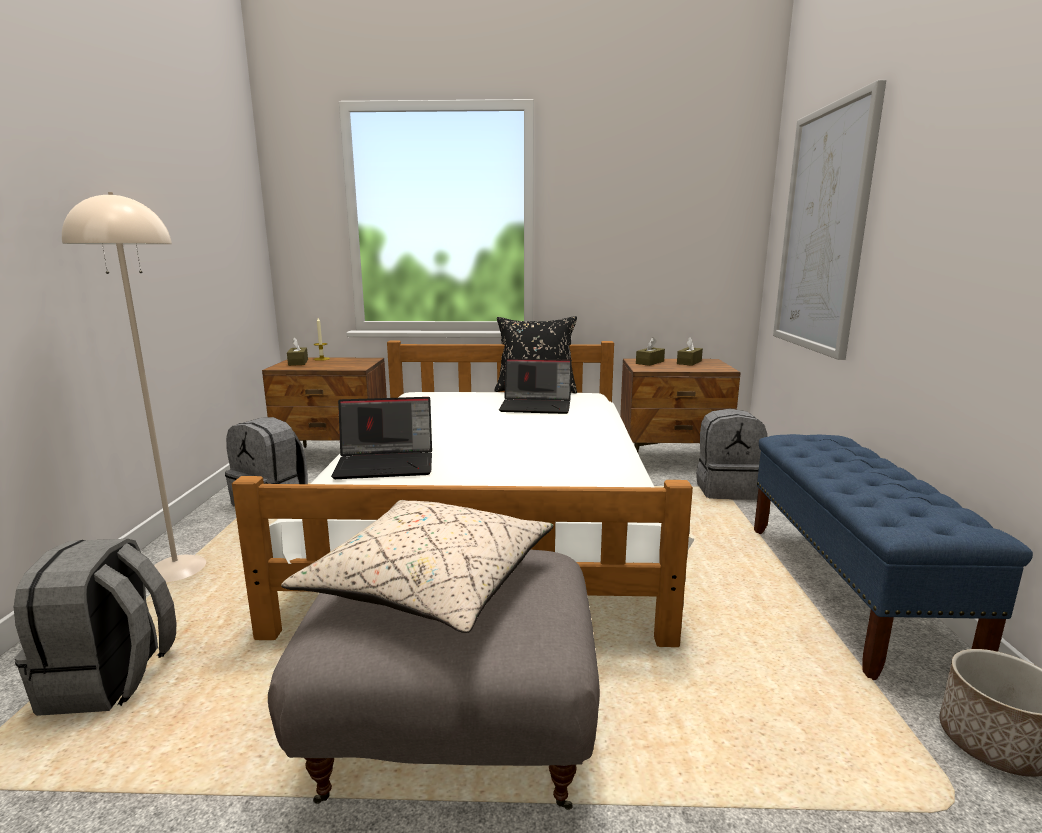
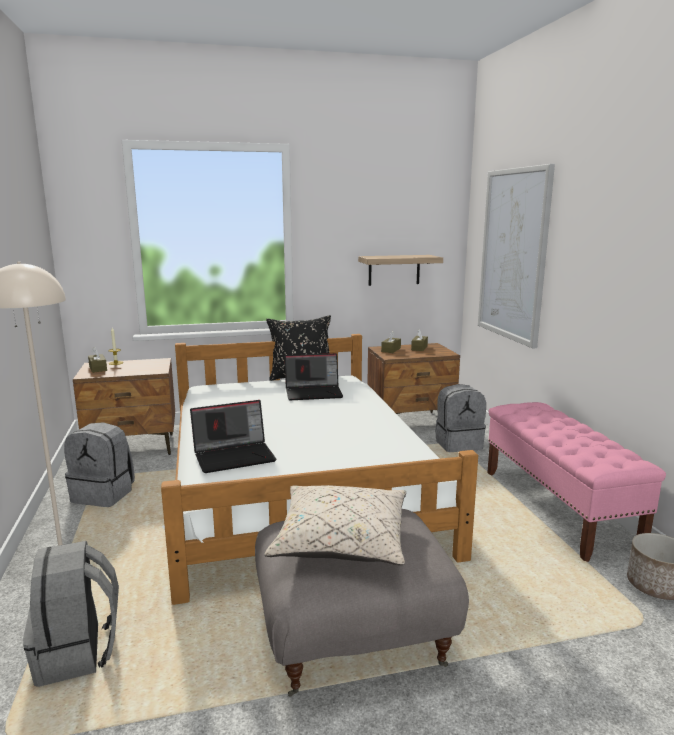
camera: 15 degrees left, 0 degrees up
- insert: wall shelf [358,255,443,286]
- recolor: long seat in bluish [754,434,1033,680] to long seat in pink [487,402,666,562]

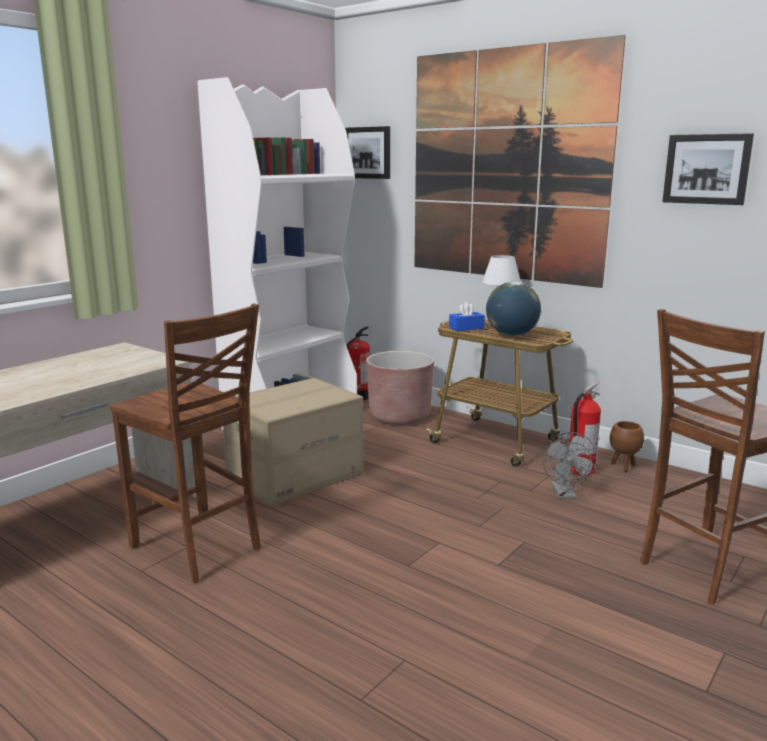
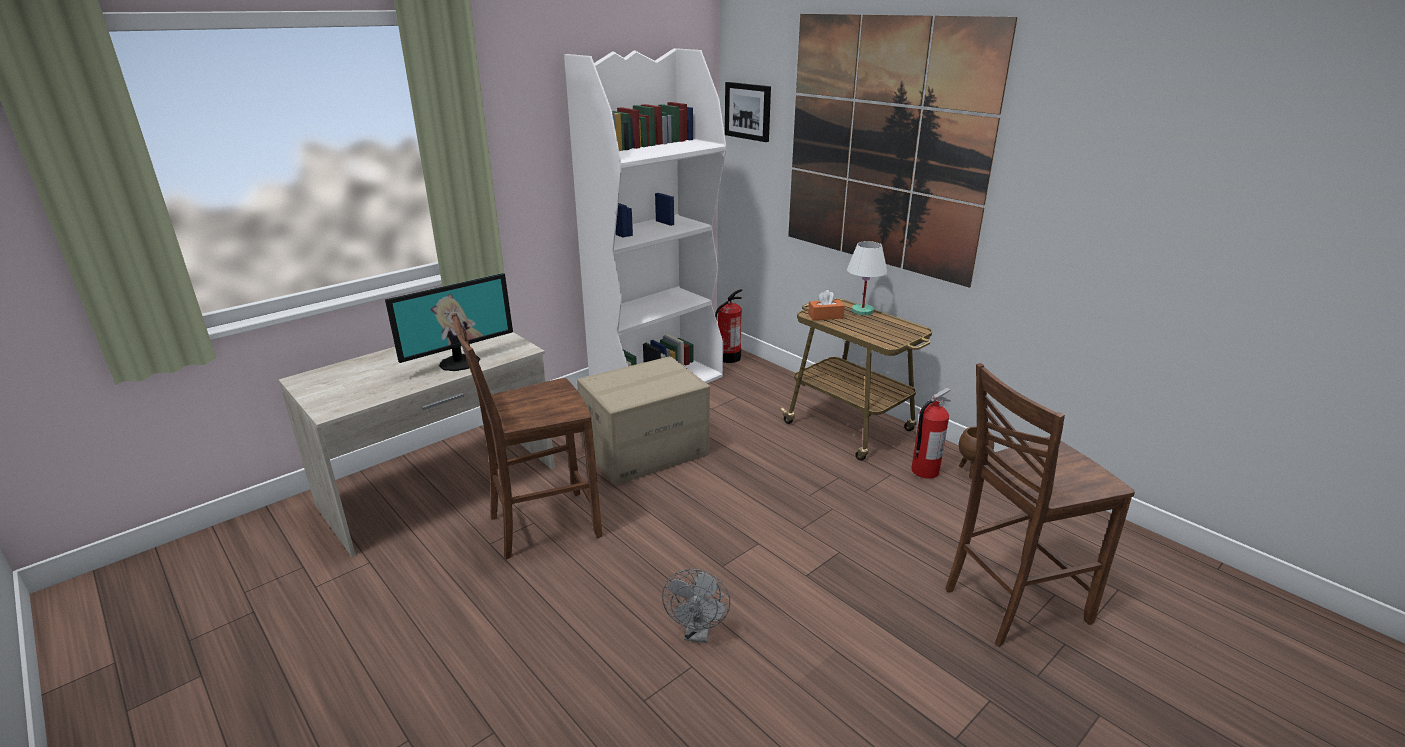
camera: 10 degrees right, 10 degrees up
- delete: planter in brown [366,351,434,425]
- delete: world globe [486,282,541,336]
- delete: picture [663,133,754,205]
- insert: monitor [385,273,513,371]
- move: electric fan in grey [543,432,597,499] to [662,569,730,643]
- recolor: tissue holder in bluish [449,301,485,331] to tissue holder in orangey [808,290,845,320]
- rotate: upright chair in brown [110,304,261,583] = [451,313,602,560] 105 degrees clockwise

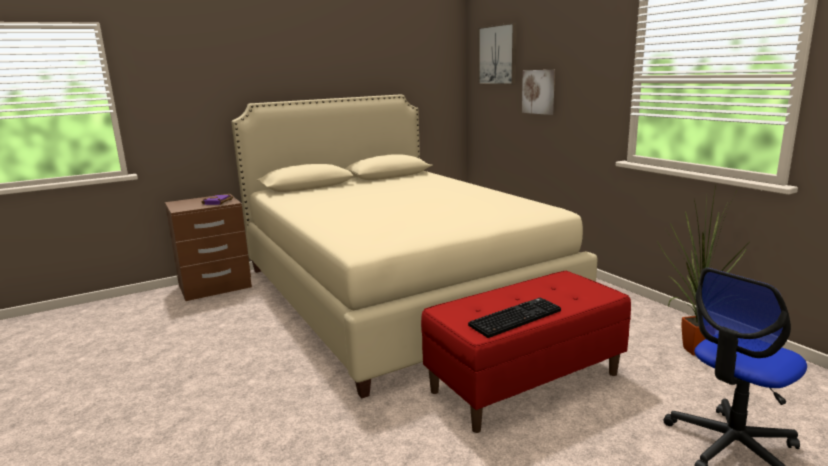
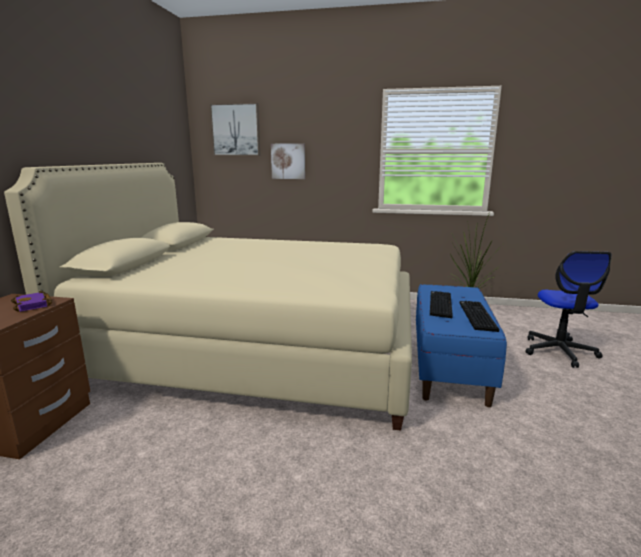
camera: 50 degrees left, 0 degrees up
- insert: keyboard [430,291,453,318]
- recolor: long seat in red [421,271,631,433] to long seat in bluish [416,284,507,407]

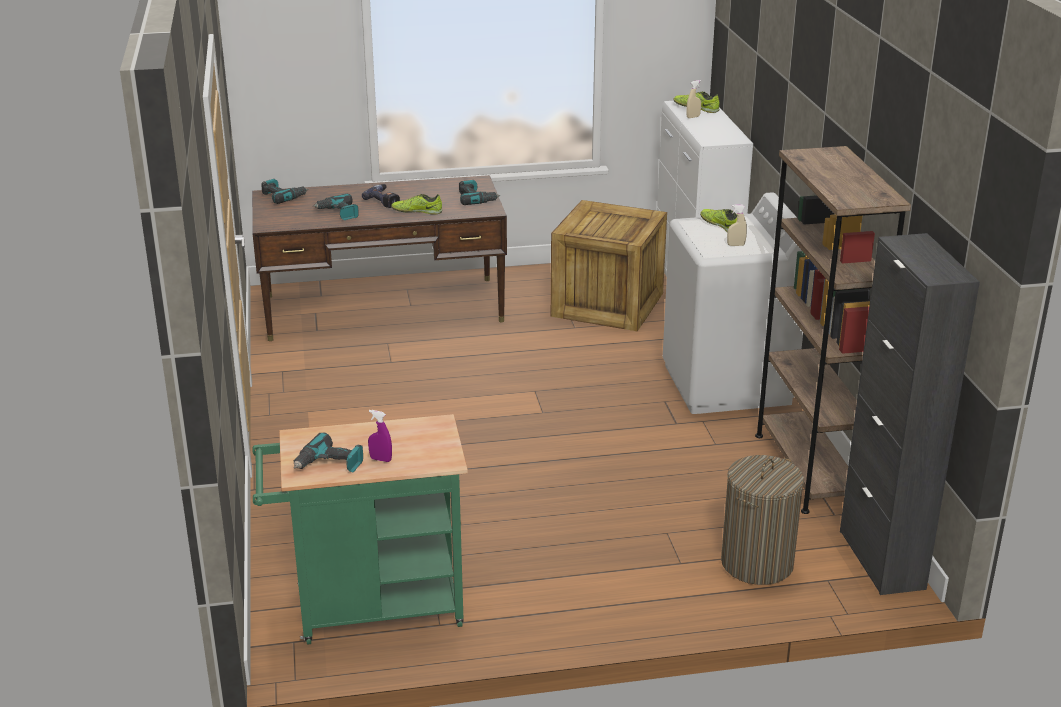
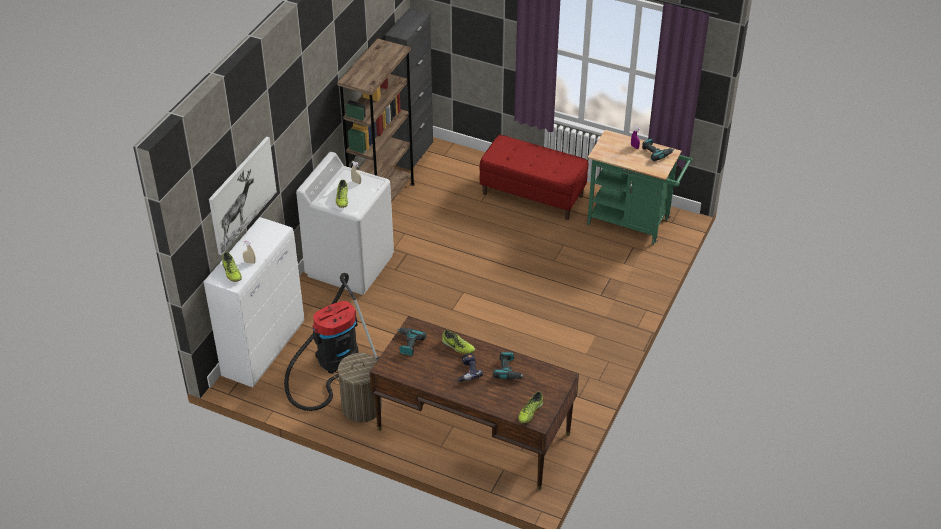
camera: 145 degrees left, 15 degrees up
- insert: picture [209,137,277,255]
- insert: long seat in red [480,135,588,220]
- move: hamper [721,455,804,585] to [333,353,382,423]
- replace: power drill [261,179,309,204] to shoe [518,392,543,424]
- replace: shipping crate [551,200,667,331] to vacuum cleaner [284,273,380,411]

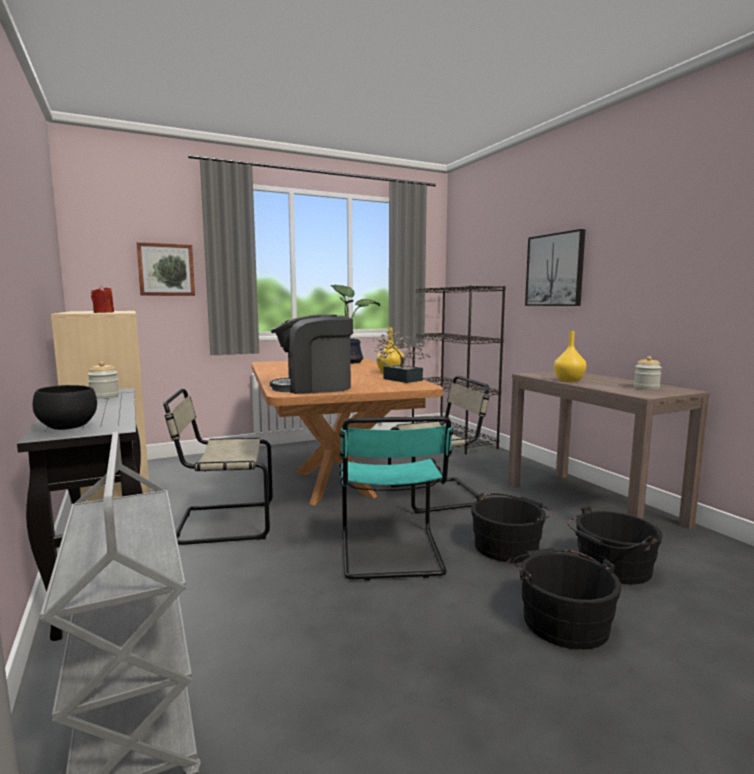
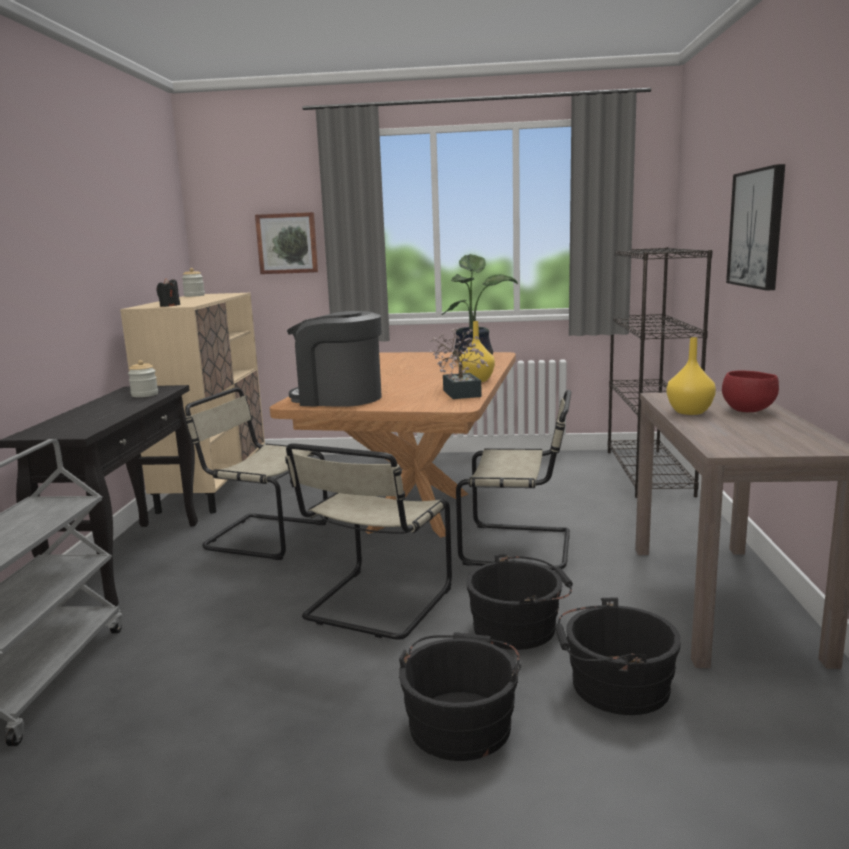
camera: 30 degrees right, 5 degrees up
- delete: serving bowl in blackish [33,385,97,430]
- insert: serving bowl in red [722,370,779,412]
- move: storage jar [634,356,662,390] to [182,268,205,297]
- recolor: wax candle in red [91,285,114,313] to wax candle in blackish [156,278,180,307]
- recolor: upright chair in turquoise [339,416,454,580] to upright chair in beige-coloured [285,443,452,640]

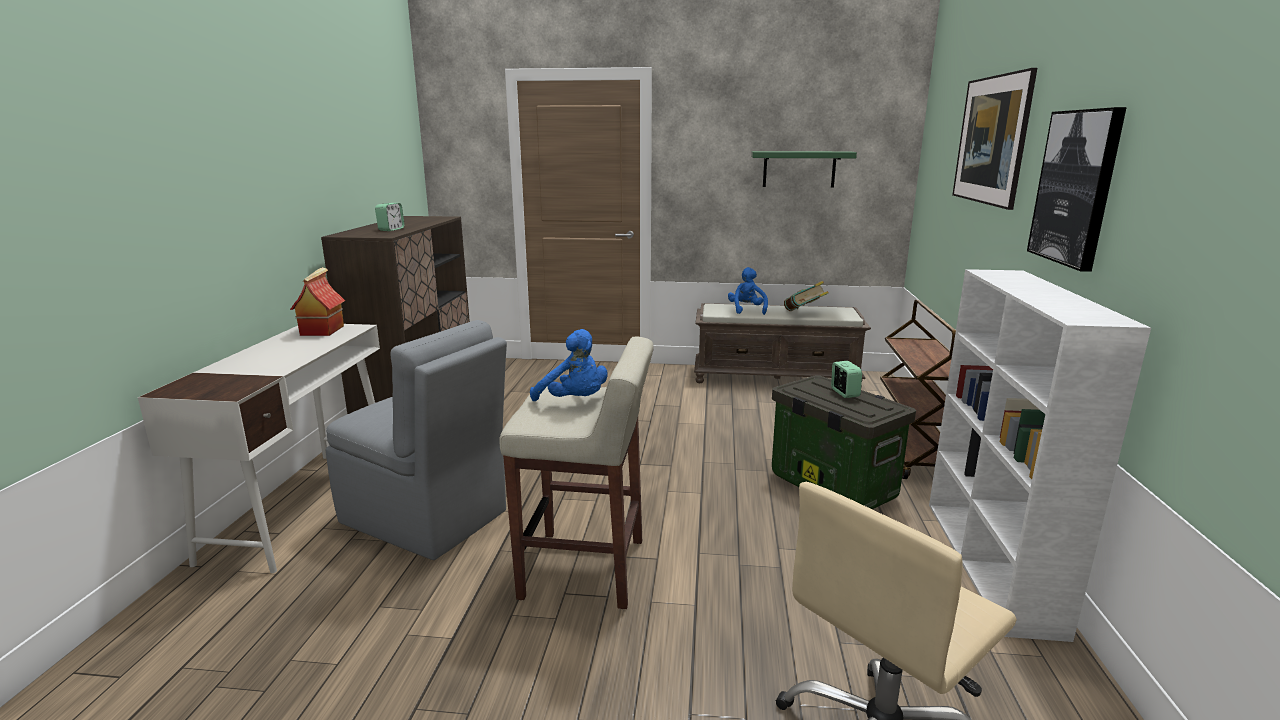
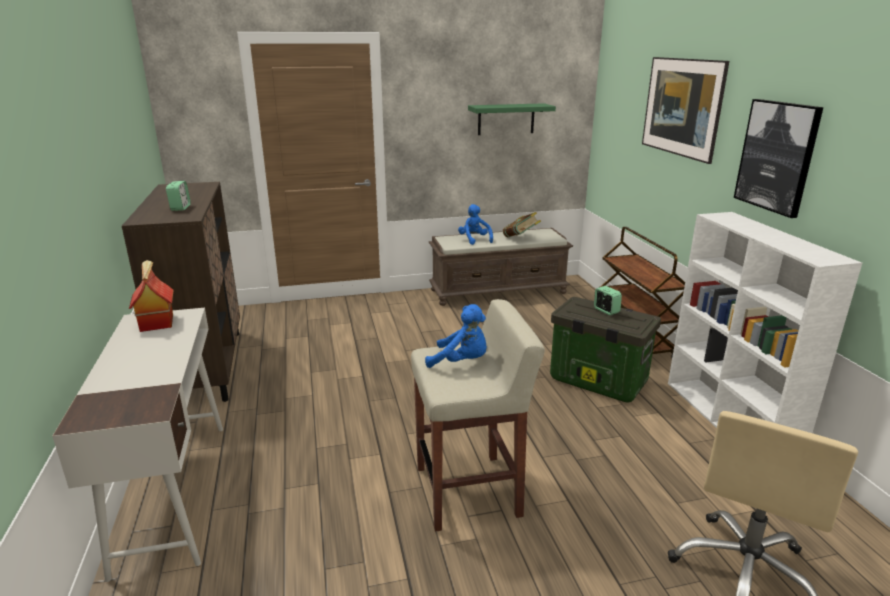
camera: 20 degrees left, 5 degrees up
- delete: upright chair in grey [326,320,507,560]

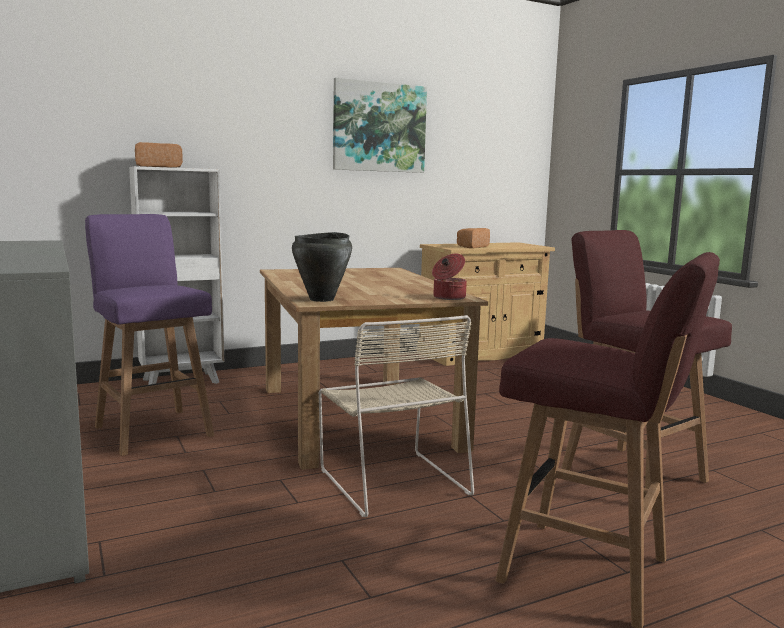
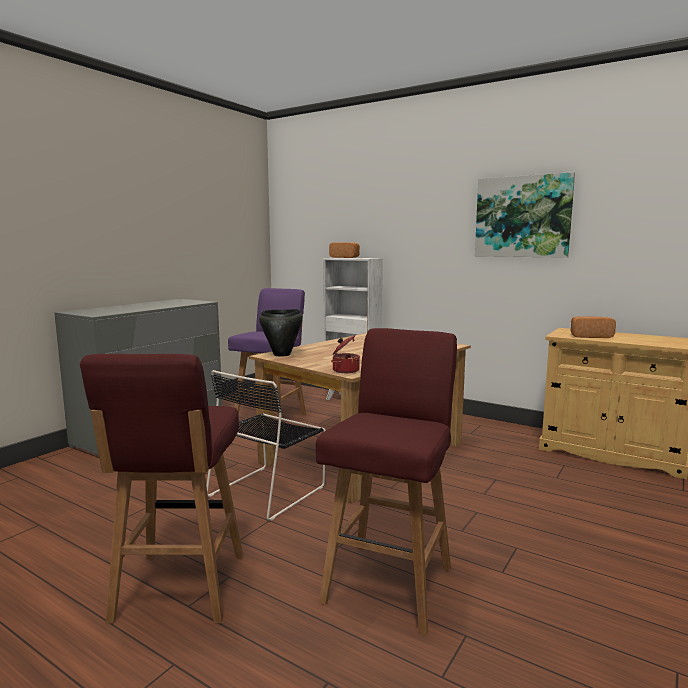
camera: 60 degrees right, 0 degrees up
- recolor: upright chair in beige-coloured [319,315,474,517] to upright chair in blackish [206,370,326,521]

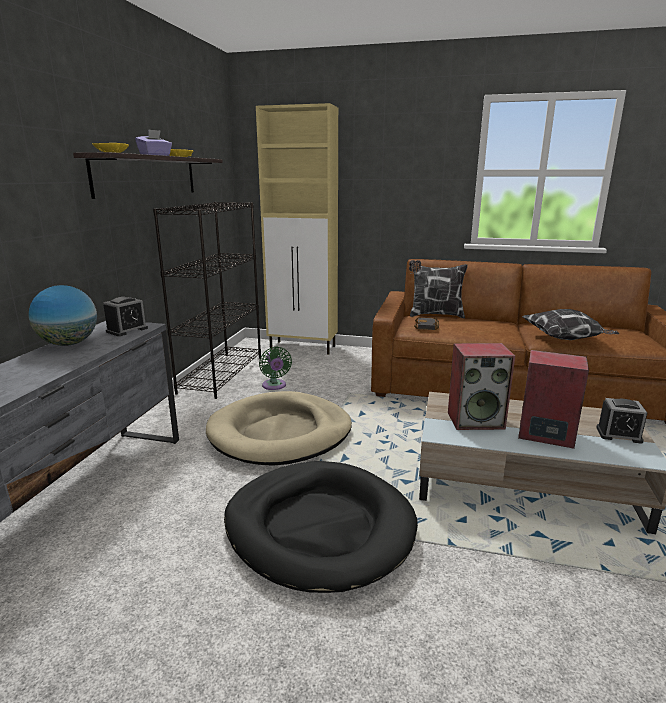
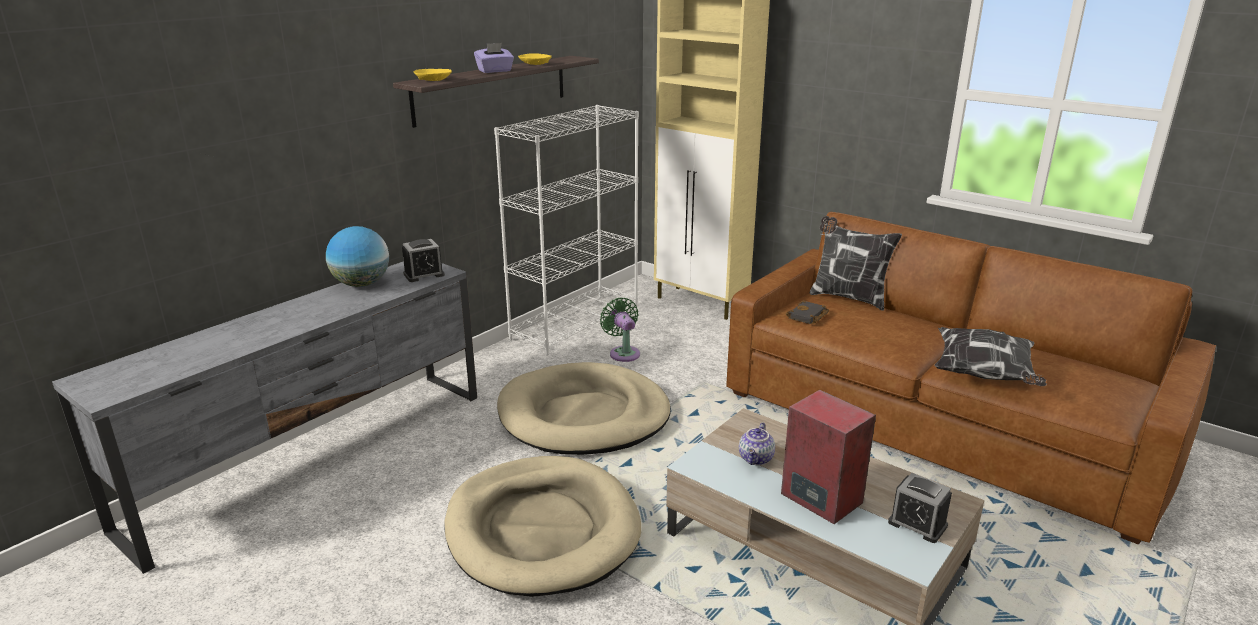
camera: 25 degrees right, 5 degrees up
- replace: audio speaker [448,343,515,430] to pot for tea [739,422,775,465]
- recolor: shelving unit in blackish [153,202,261,399] to shelving unit in white-coloured [494,105,639,356]
- recolor: pet bed in blackish [224,461,418,593] to pet bed in beige-coloured [444,456,641,597]
- rotate: electric fan in greenish [259,347,292,390] = [600,298,640,362] 150 degrees clockwise

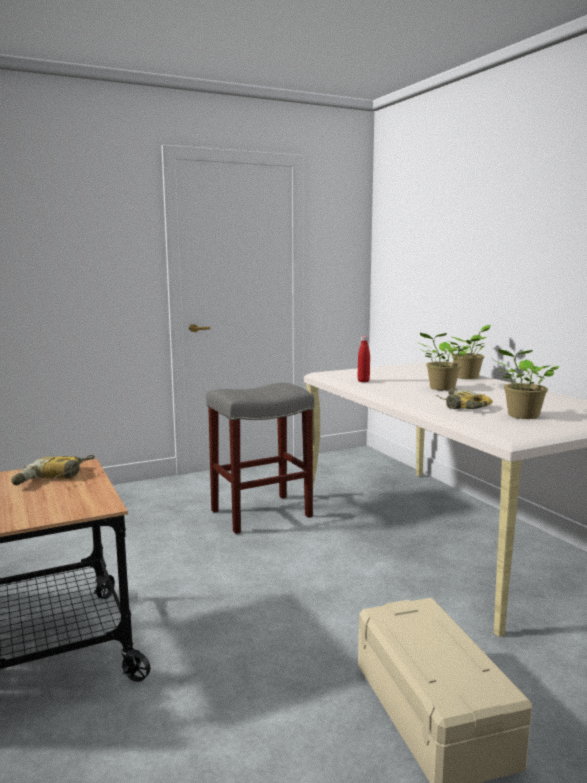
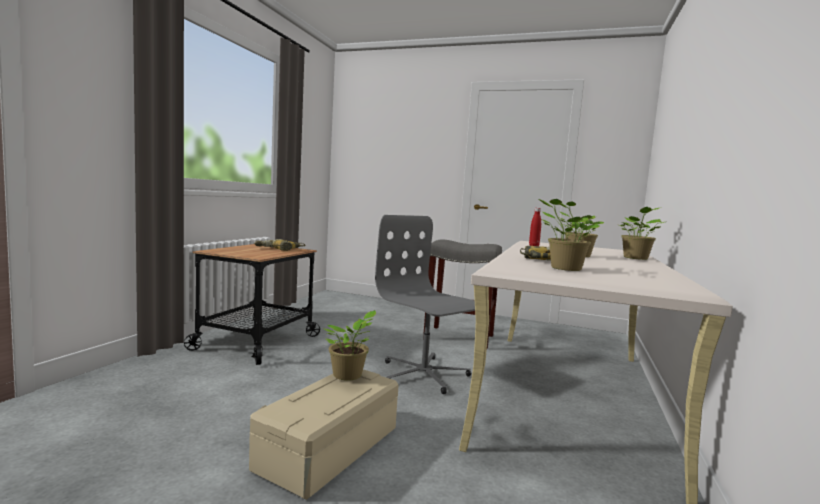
camera: 45 degrees right, 5 degrees down
- insert: houseplant [323,310,376,381]
- insert: computer chair in grey [375,215,475,394]

